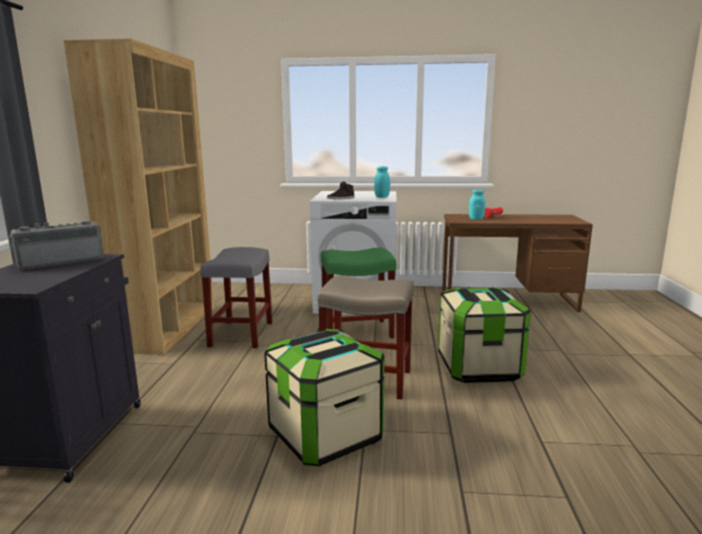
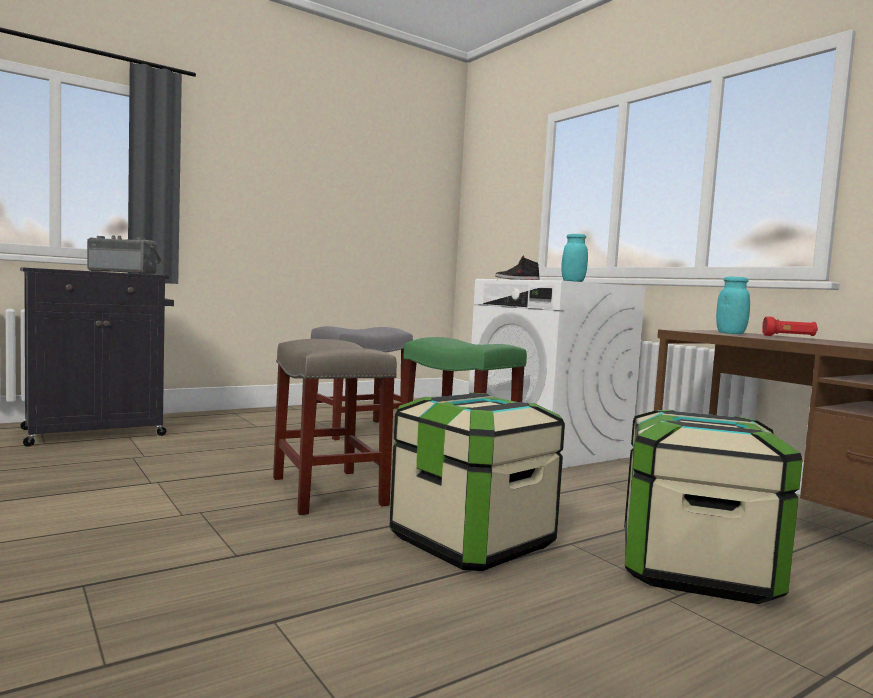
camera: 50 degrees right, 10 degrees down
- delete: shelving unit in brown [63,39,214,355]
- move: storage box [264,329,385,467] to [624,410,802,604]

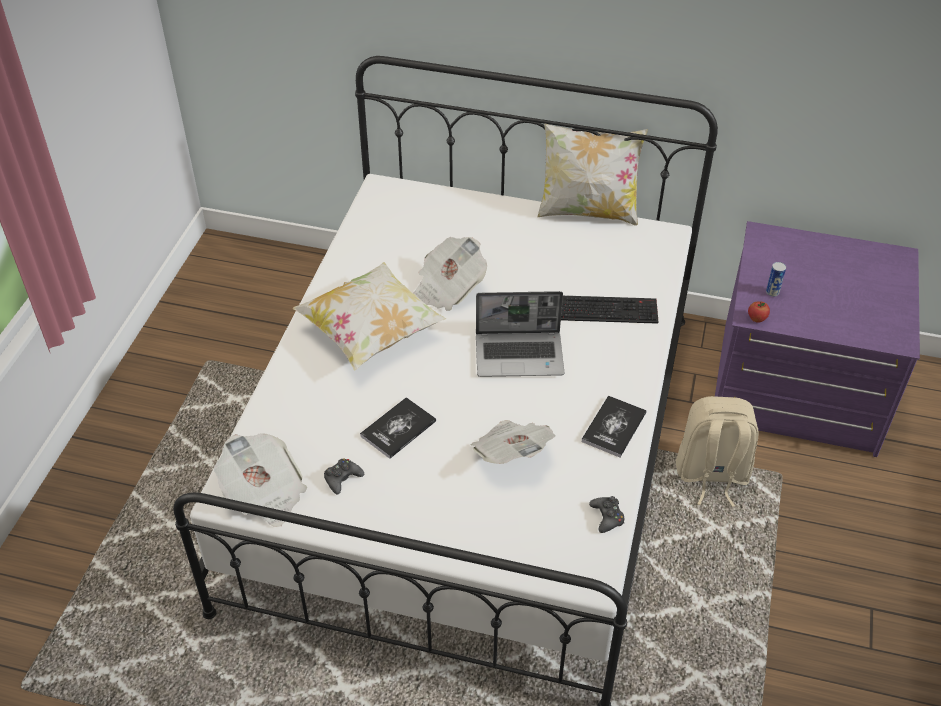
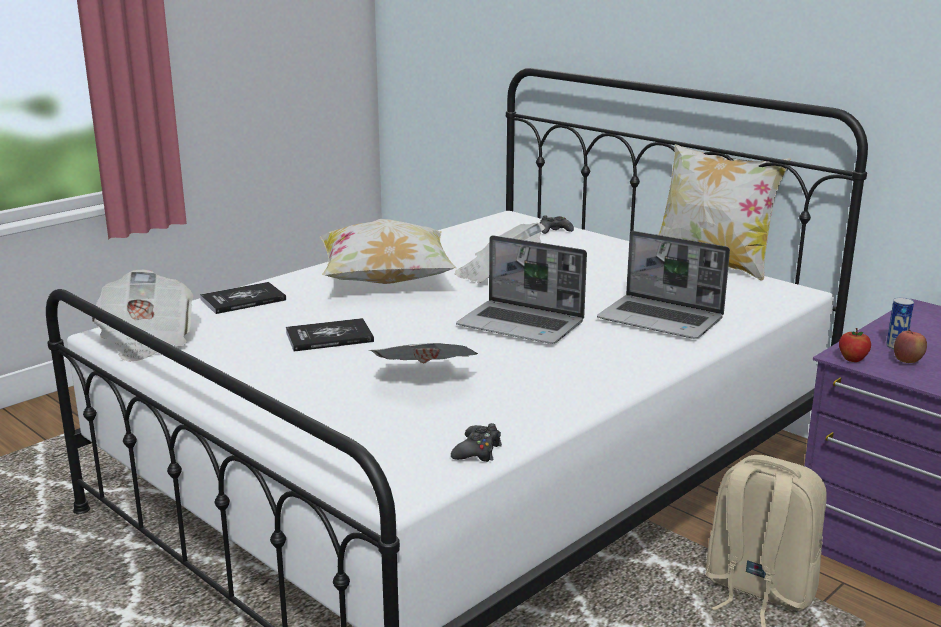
camera: 30 degrees right, 25 degrees down
- insert: apple [894,329,927,363]
- move: gamepad in blackish [324,458,364,495] to [540,215,574,234]
- move: book [581,395,647,458] to [200,282,286,314]
- replace: keyboard [561,296,658,324] to notebook computer [597,231,730,339]

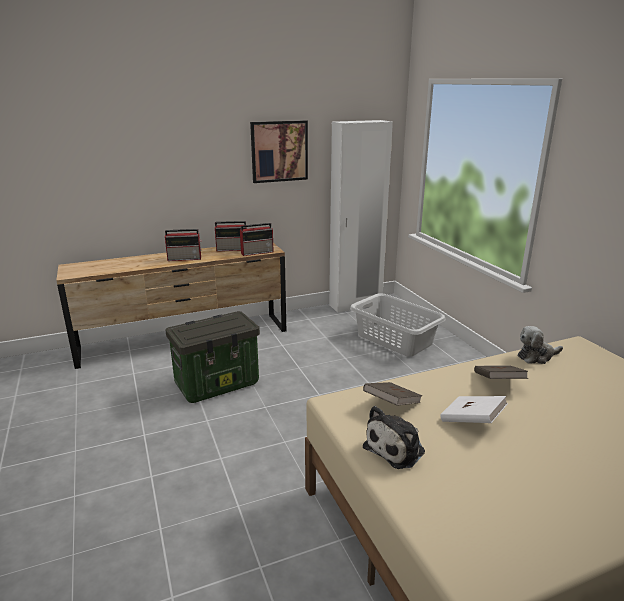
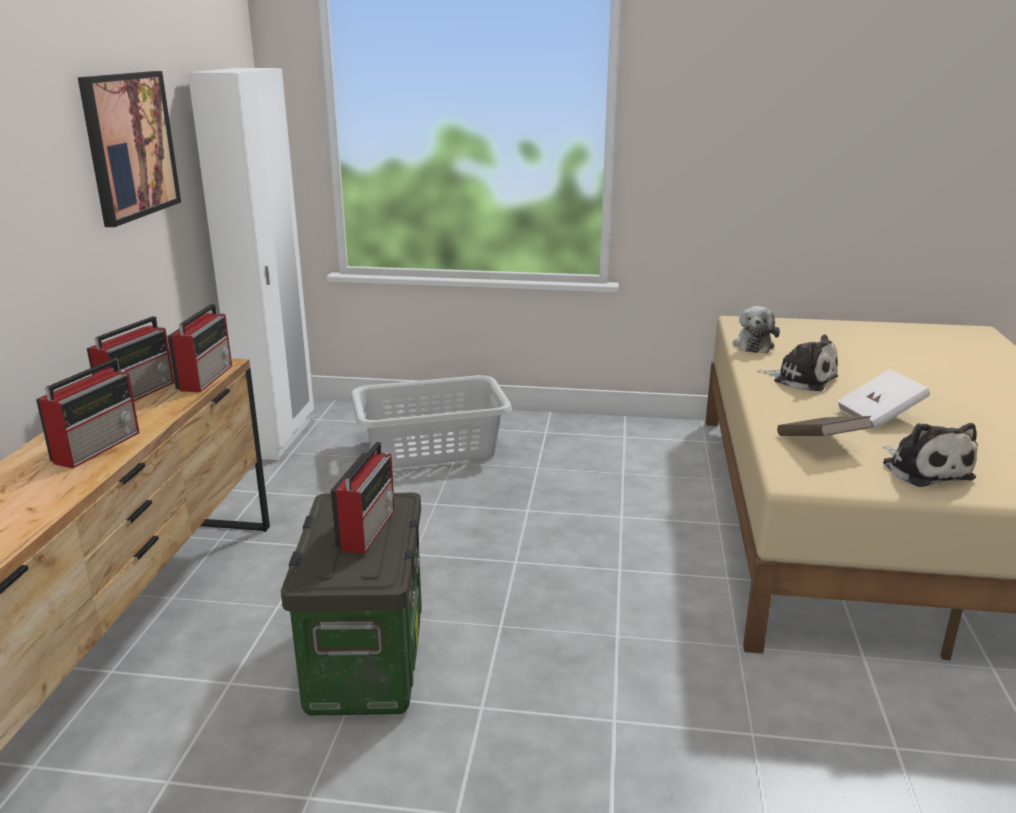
camera: 60 degrees left, 0 degrees up
- insert: radio receiver [331,441,395,554]
- replace: book in brown [474,365,528,379] to cuddly toy [757,334,838,391]

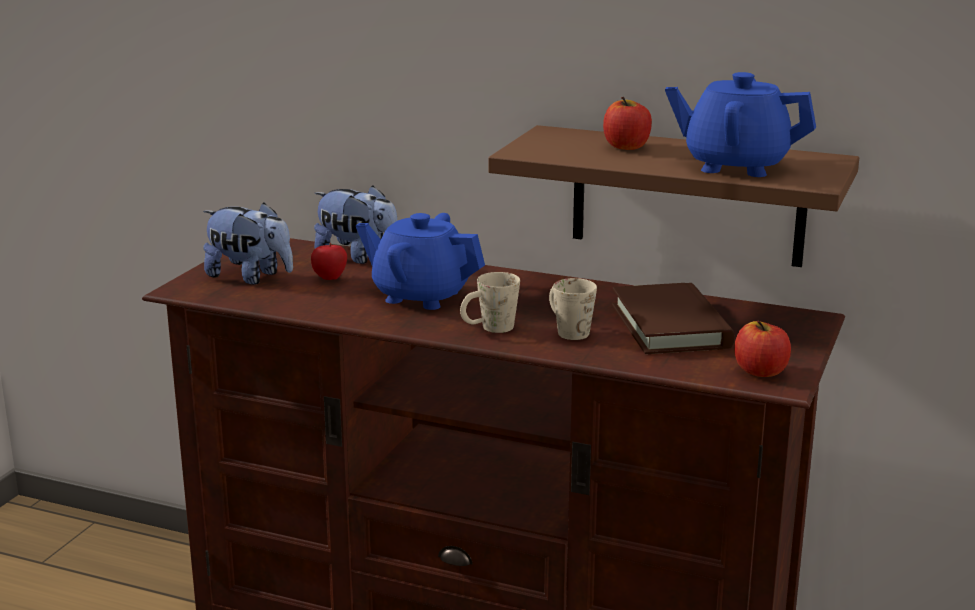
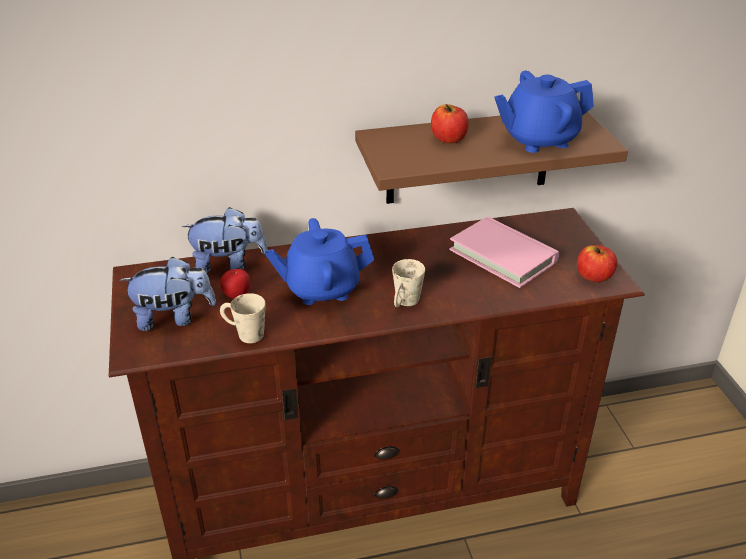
camera: 35 degrees left, 15 degrees up
- move: coffee mug in beige-coloured [549,278,597,340] to [220,293,266,343]
- recolor: book in brown [612,283,735,354] to book in pink [449,217,559,288]

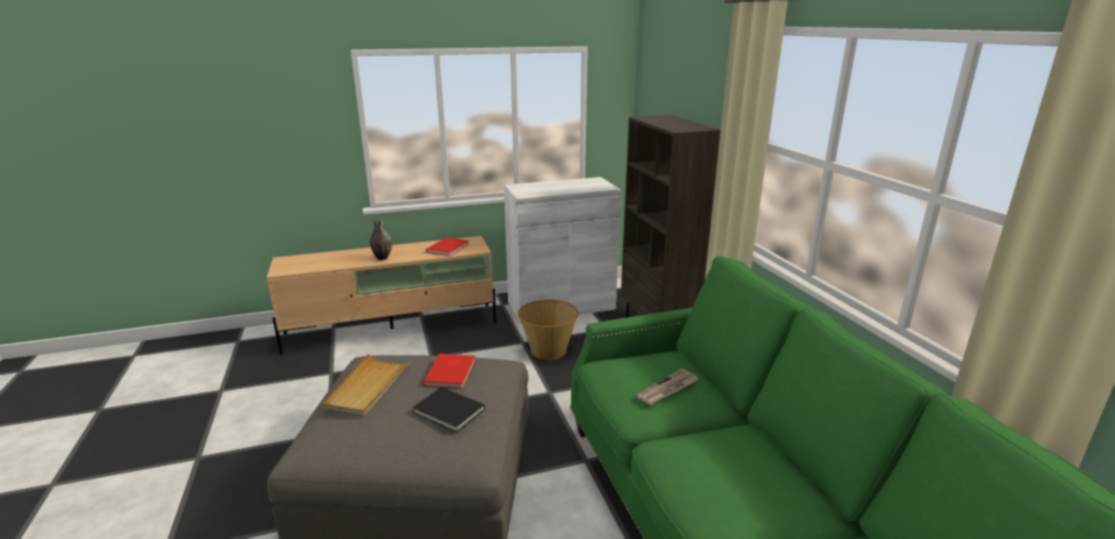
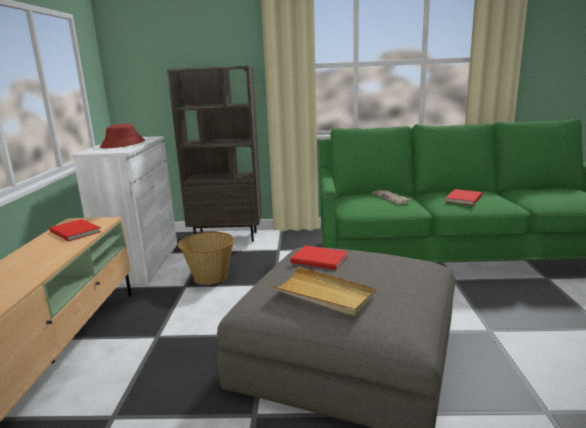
camera: 70 degrees left, 5 degrees down
- delete: vase [370,219,392,260]
- delete: book in blackish [412,387,485,432]
- insert: hat in red [100,123,145,148]
- insert: book in red [445,189,483,205]

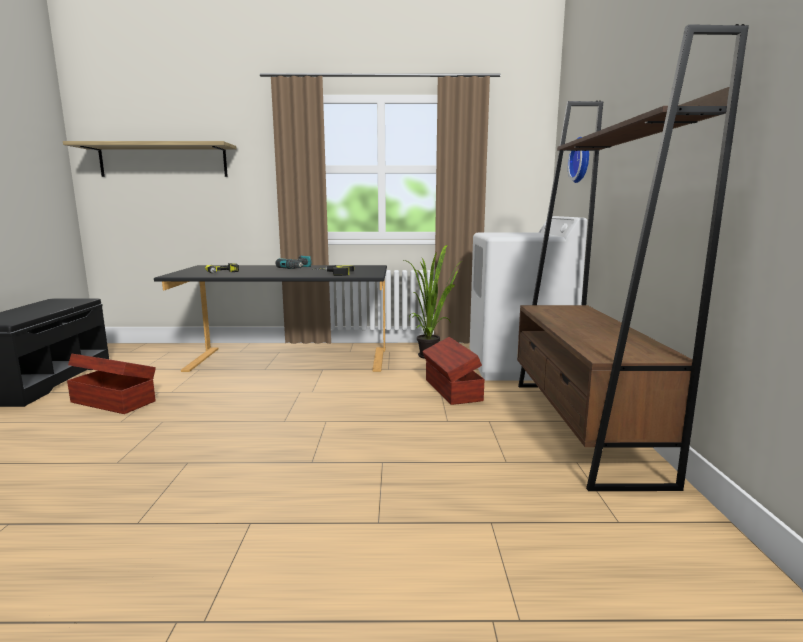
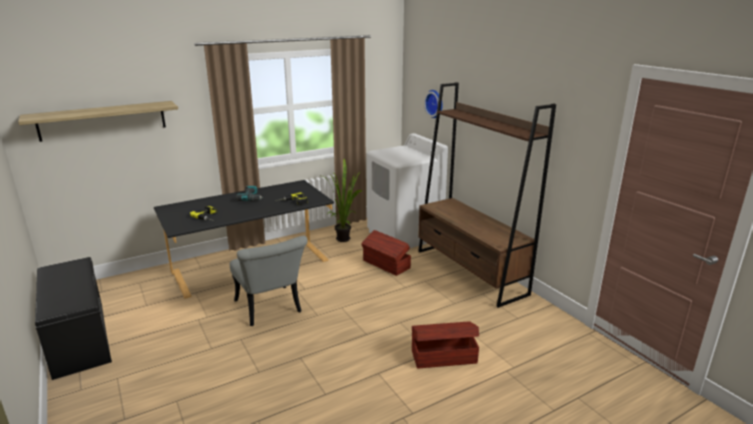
camera: 30 degrees left, 10 degrees up
- insert: upright chair in grey [230,236,308,326]
- move: storage box in brown [67,354,156,414] to [412,321,479,369]

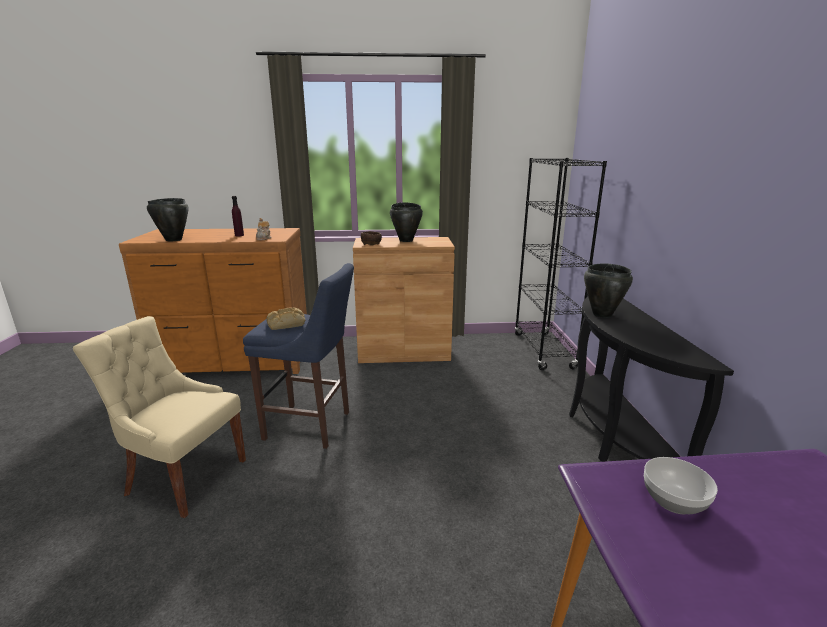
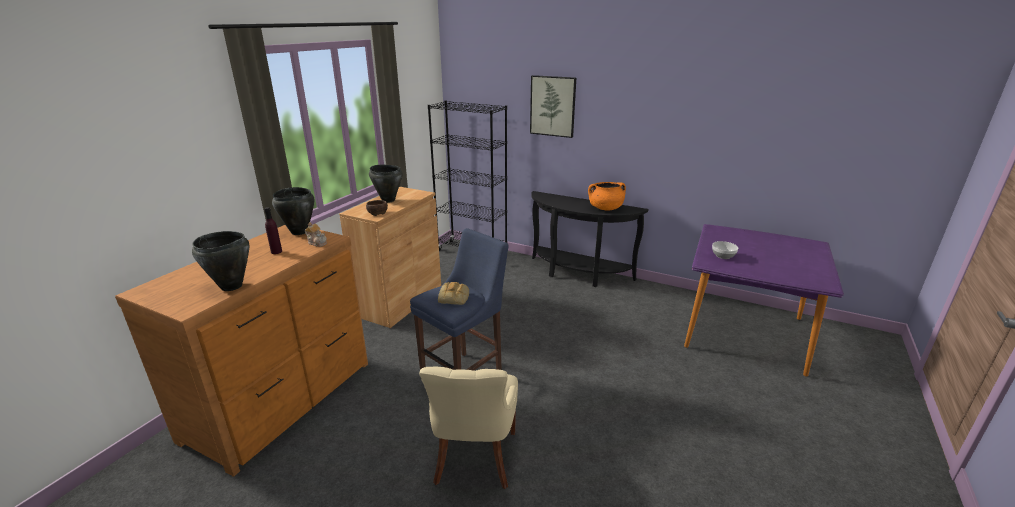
camera: 60 degrees left, 5 degrees up
- insert: picture [530,75,576,138]
- insert: stockpot in orangey [588,182,626,210]
- move: stockpot in blackish [584,263,633,318] to [272,187,314,235]
- rotate: upright chair in beige-coloured [73,316,246,518] = [419,367,518,489] 45 degrees counterclockwise

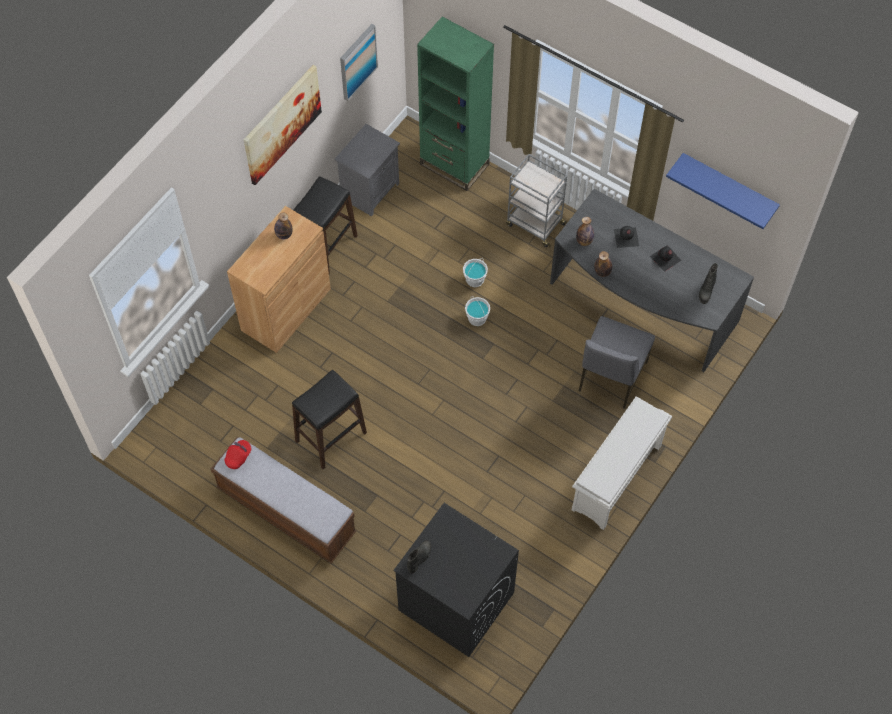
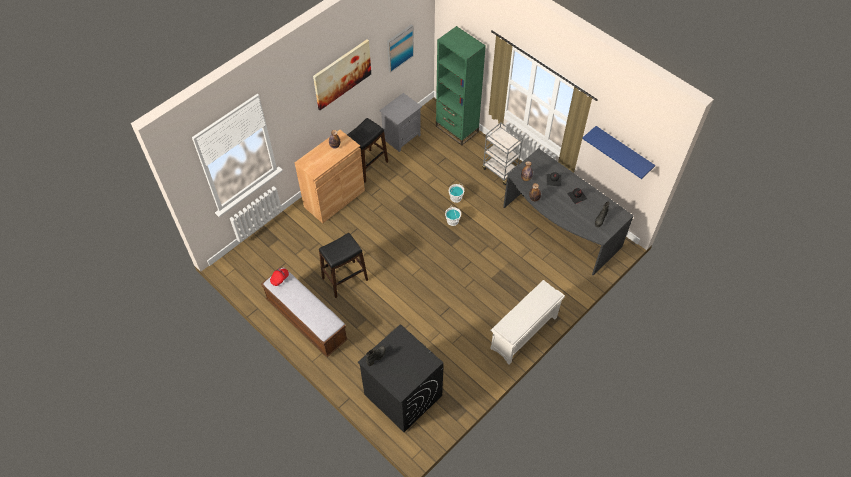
camera: 10 degrees right, 5 degrees down
- delete: upright chair in grey [579,316,655,409]

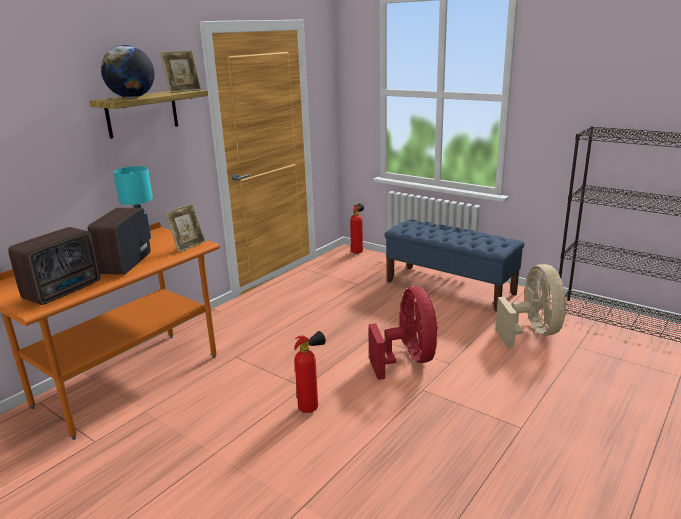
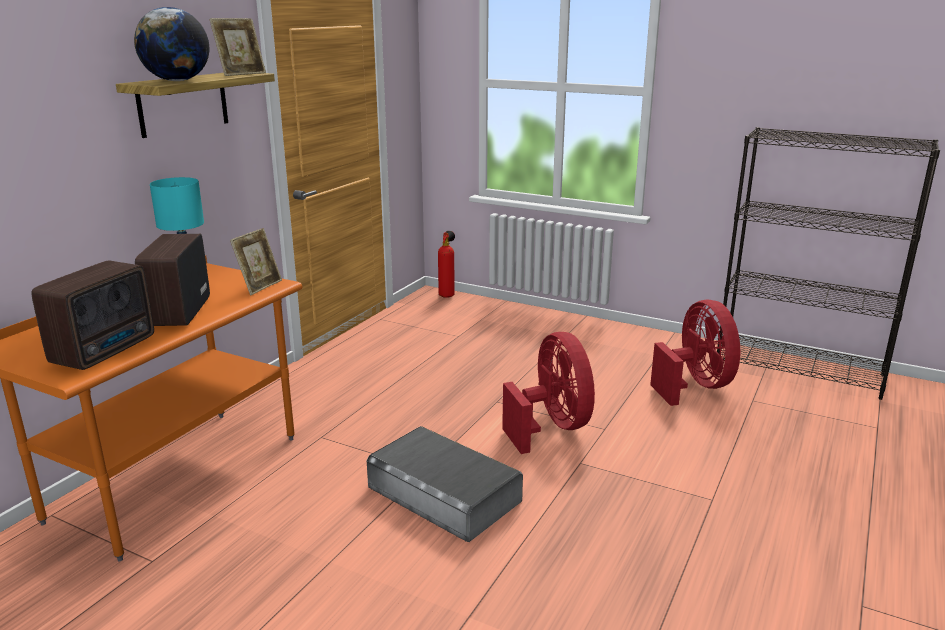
camera: 10 degrees left, 0 degrees up
- delete: long seat in bluish [384,220,524,312]
- replace: fire-fighting cylinder [294,331,326,413] to storage box in grey [367,426,523,542]
- recolor: electric fan in beige-coloured [495,264,566,348] to electric fan in red [650,300,740,406]

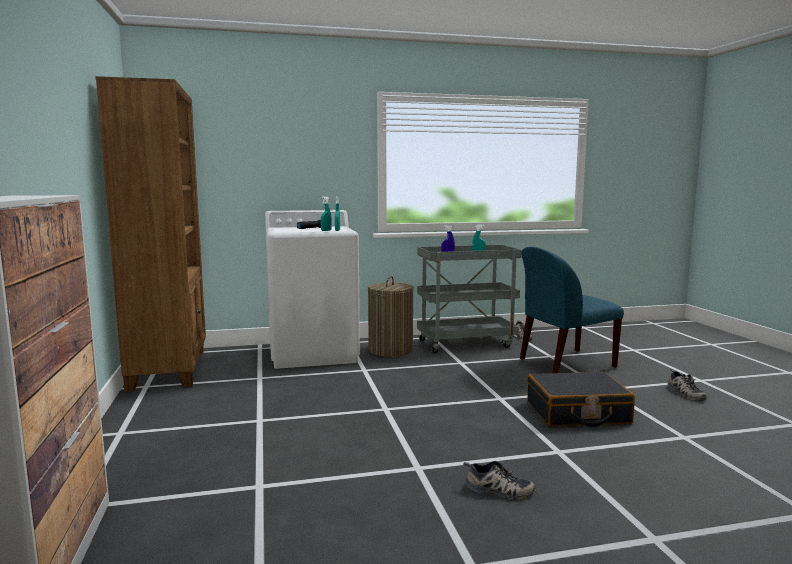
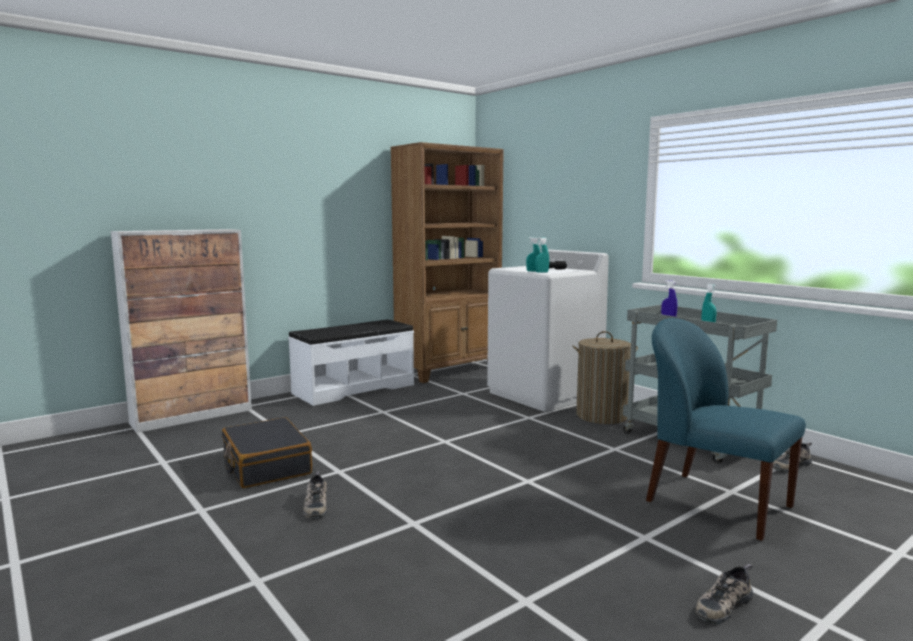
camera: 65 degrees right, 0 degrees up
- insert: long seat in white-coloured [288,319,414,406]
- move: suitcase in blackish [527,372,635,427] to [222,417,312,488]

